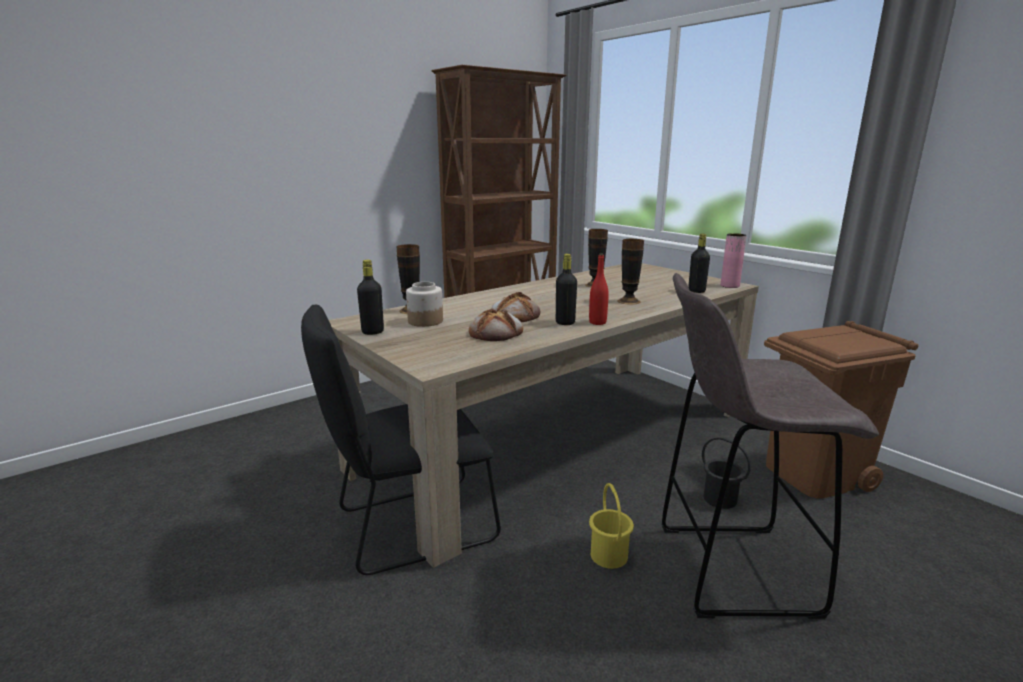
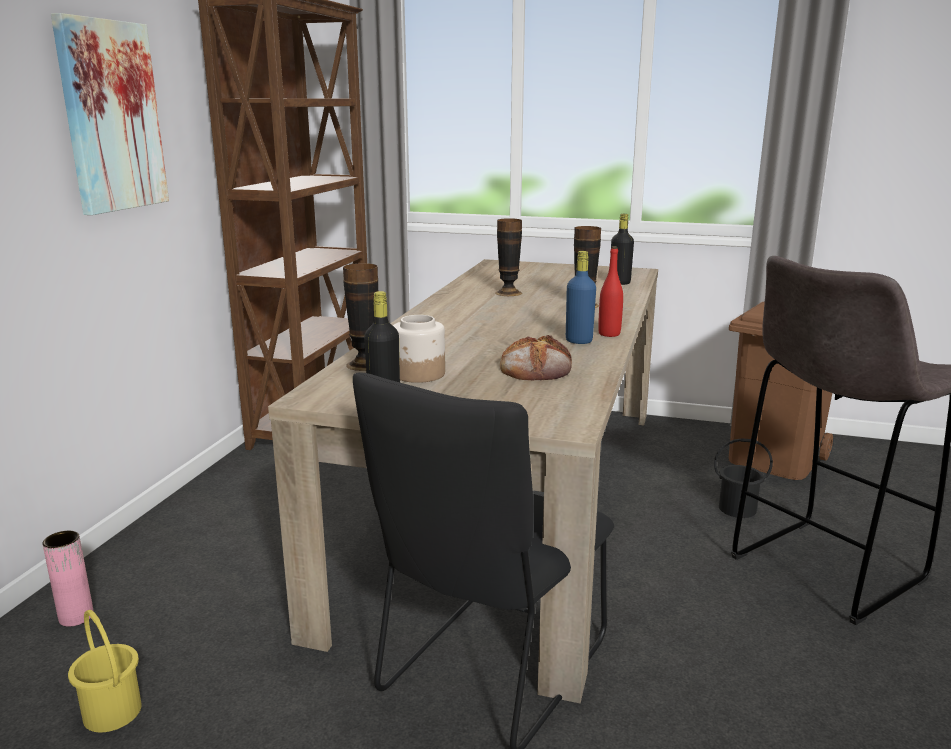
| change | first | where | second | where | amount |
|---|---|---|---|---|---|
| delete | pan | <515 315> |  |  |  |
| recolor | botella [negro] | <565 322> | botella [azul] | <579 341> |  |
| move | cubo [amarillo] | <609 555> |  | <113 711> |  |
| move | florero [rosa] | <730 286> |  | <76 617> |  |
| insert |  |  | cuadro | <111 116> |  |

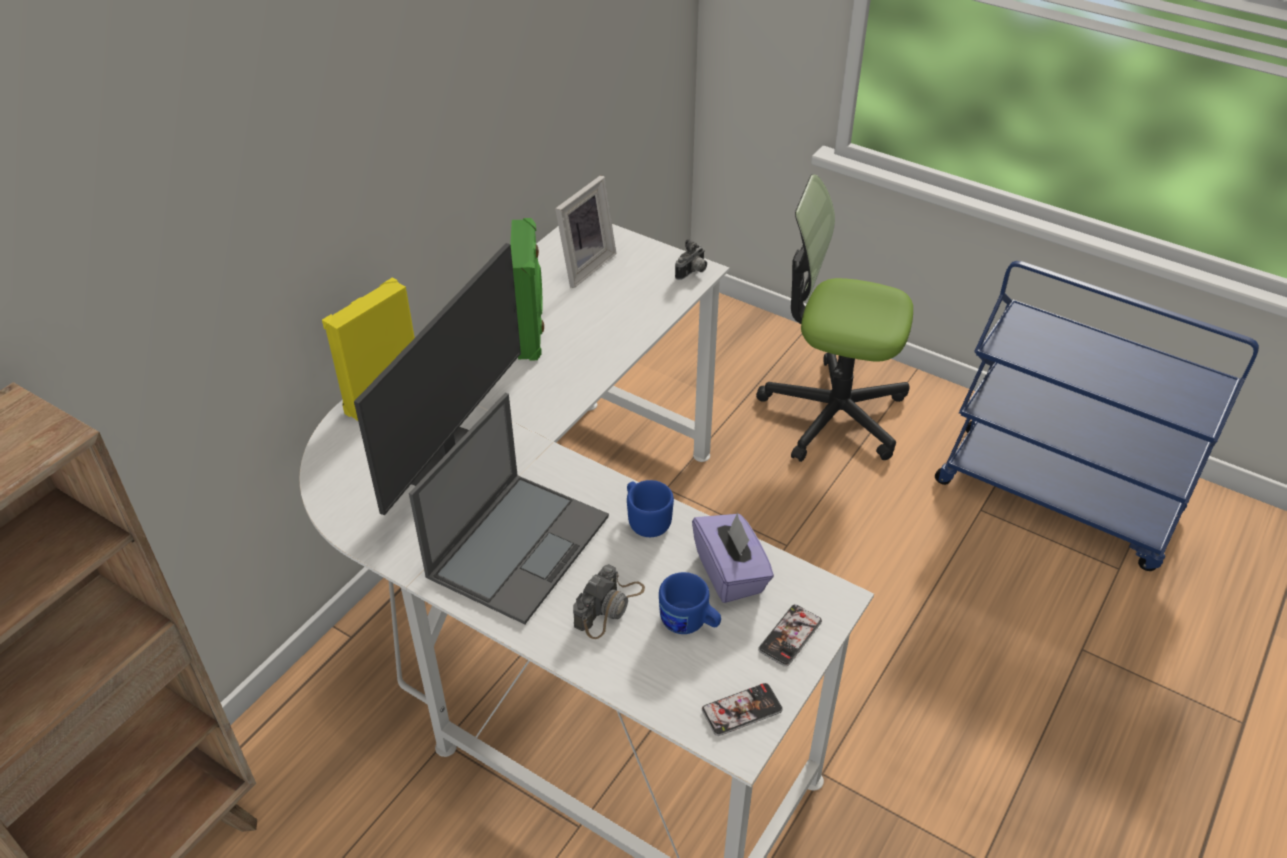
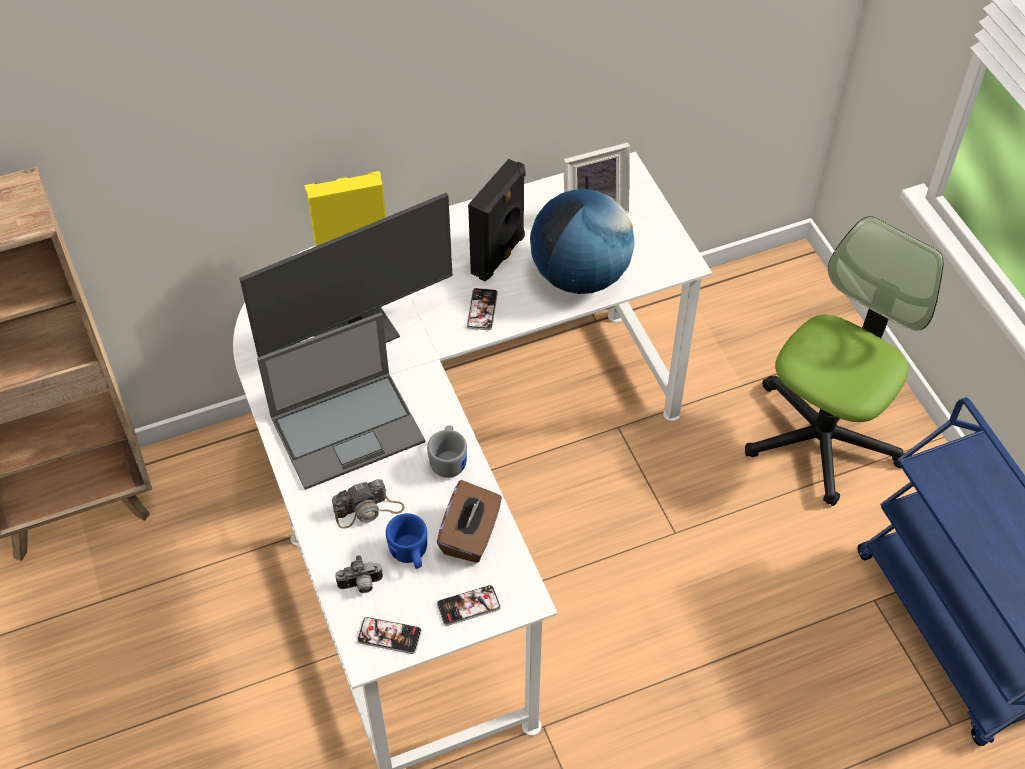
| change | first | where | second | where | amount |
|---|---|---|---|---|---|
| recolor | altavoz [verde] | <531 334> | altavoz [negro] | <499 255> |  |
| recolor | taza grande [azul] | <646 519> | taza grande [gris] | <449 459> |  |
| move | cámara | <692 272> |  | <361 585> |  |
| recolor | caja de pañuelos [morado] | <730 573> | caja de pañuelos [marrón] | <470 535> |  |
| rotate | silla de oficina | <833 413> |  | <822 437> | 75 degrees clockwise |
| insert |  |  | móvil | <482 309> |  |
| insert |  |  | globo terráqueo | <580 275> |  |

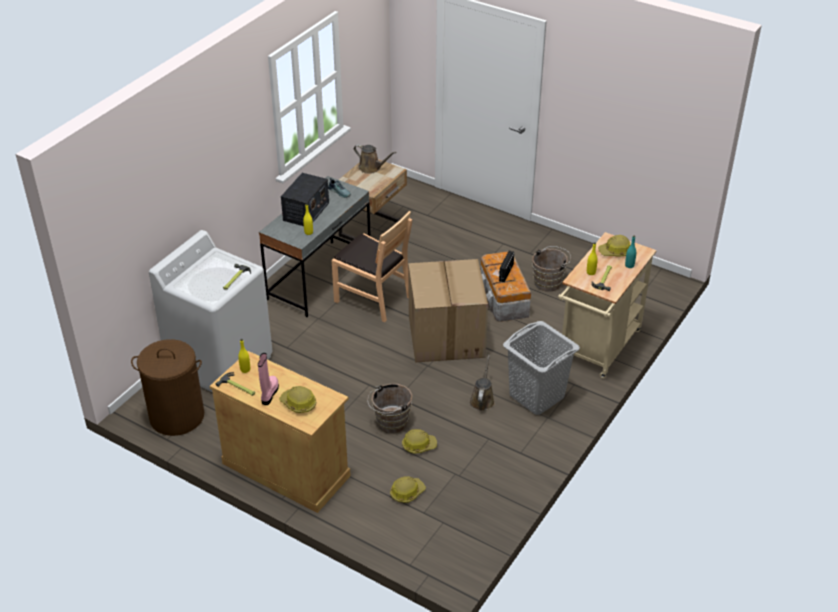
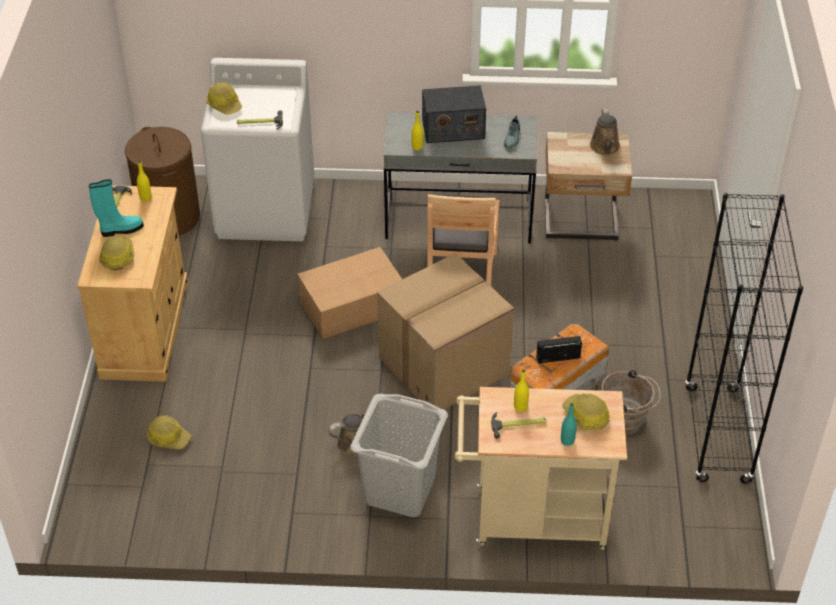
| change | first | where | second | where | amount |
|---|---|---|---|---|---|
| recolor | bota [rosa] | <269 393> | bota [turquesa] | <120 230> |  |
| delete | cubo [marrón] | <390 423> |  |  |  |
| move | casco | <418 445> |  | <224 104> |  |
| insert |  |  | caja de cartón | <354 305> |  |
| insert |  |  | estantería [negro] | <717 435> |  |

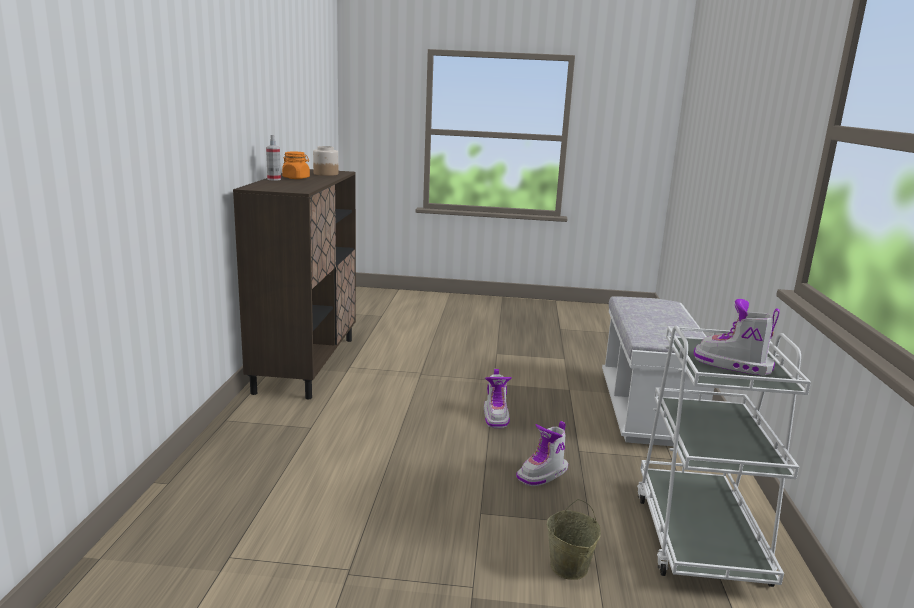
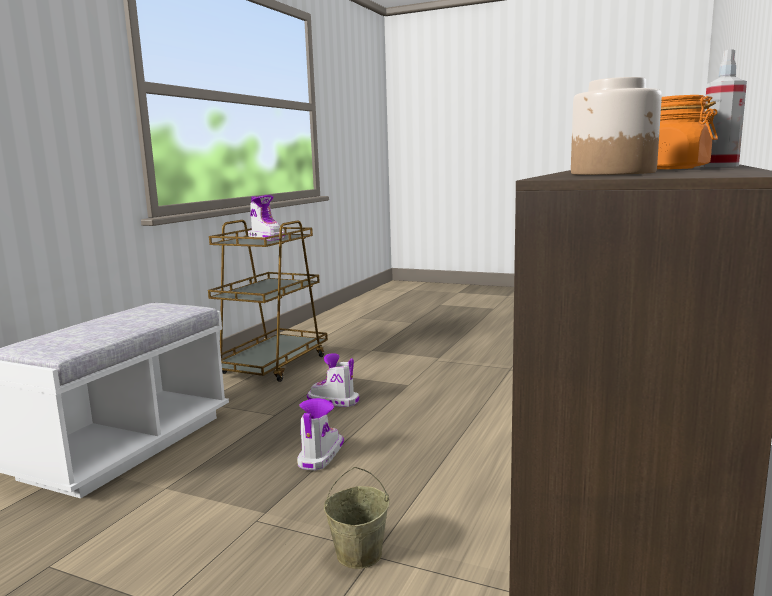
| change | first | where | second | where | amount |
|---|---|---|---|---|---|
| rotate | bota | <543 474> |  | <333 401> | 135 degrees counterclockwise |
| move | cubo [beis] | <569 567> |  | <359 553> |  |
| recolor | carrito [blanco] | <699 537> | carrito [marrón] | <272 365> |  |

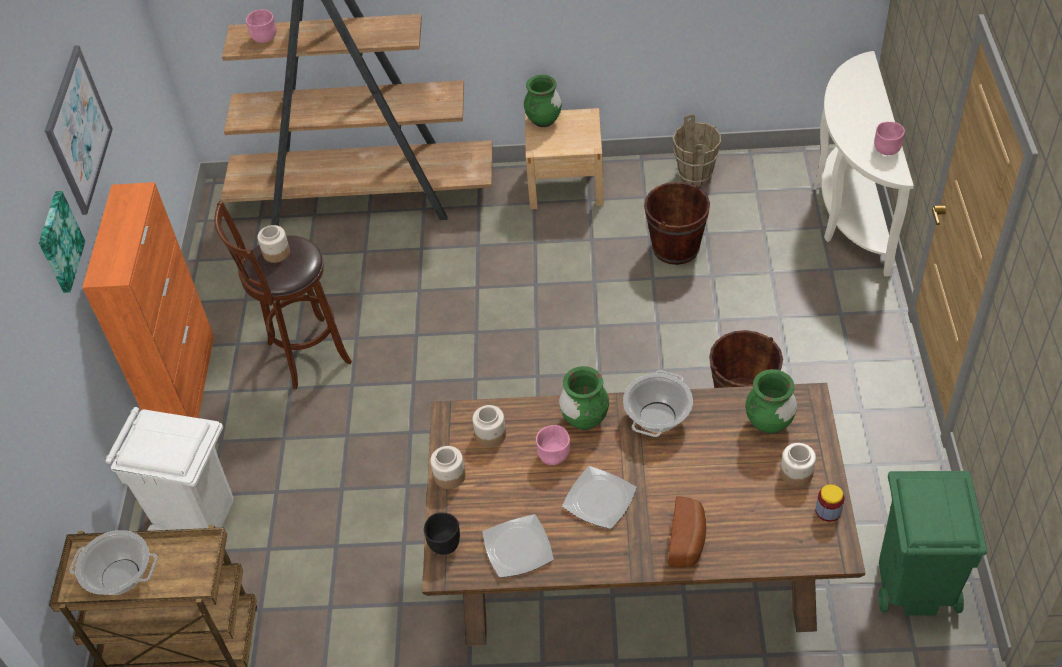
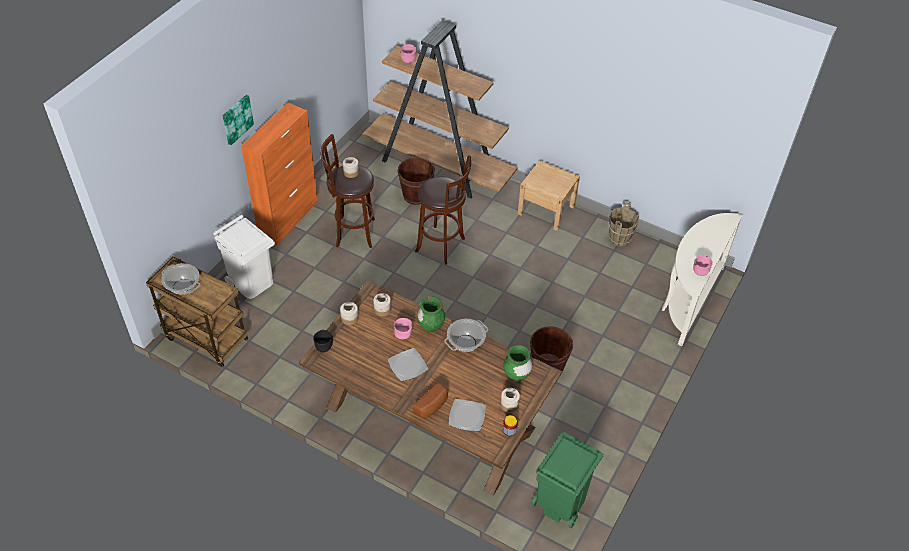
| change | first | where | second | where | amount |
|---|---|---|---|---|---|
| delete | cuadro | <78 130> |  |  |  |
| move | plato | <517 548> |  | <466 416> |  |
| delete | florero [verde] | <544 120> |  |  |  |
| move | cubo [marrón] | <675 248> |  | <416 195> |  |
| insert |  |  | taburete [marrón] | <442 246> |  |

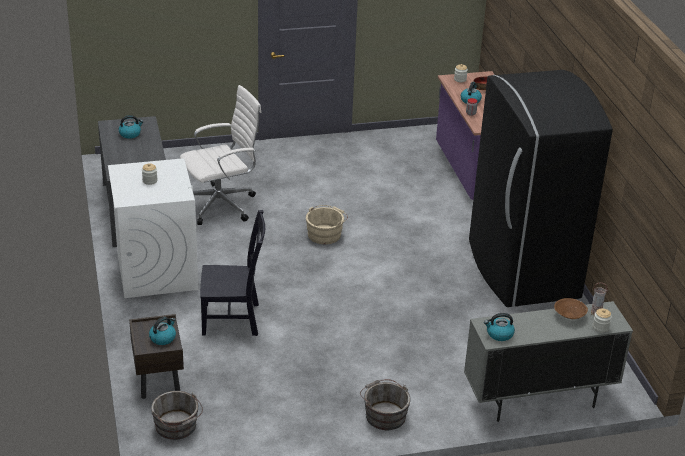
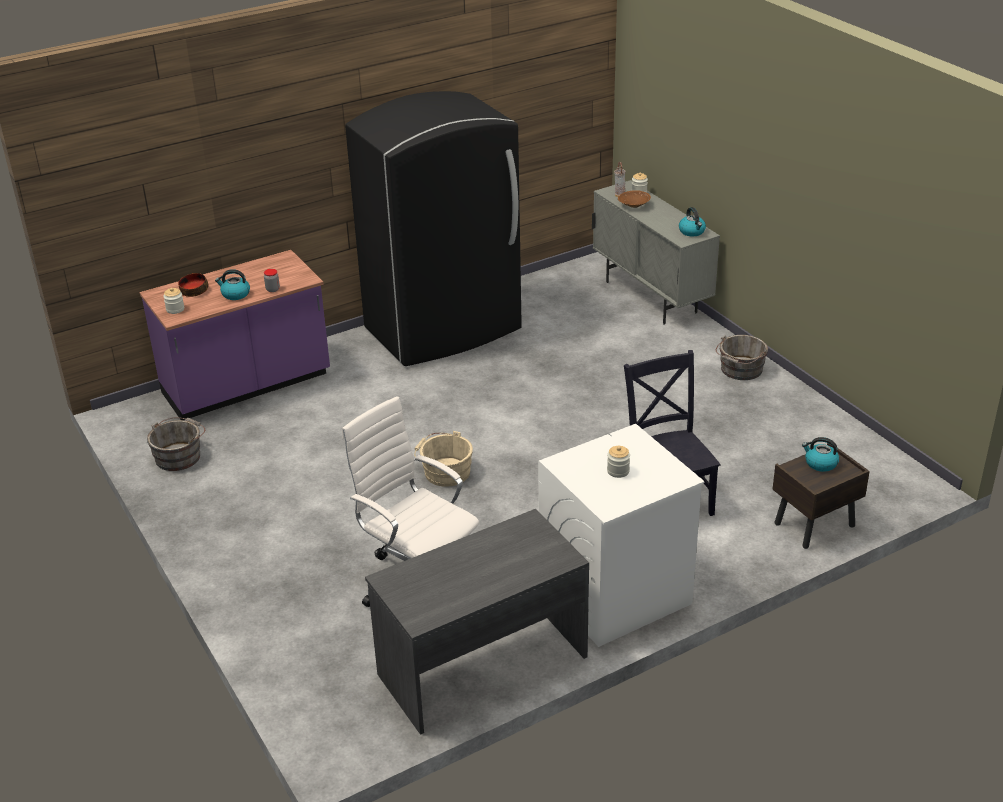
| change | first | where | second | where | amount |
|---|---|---|---|---|---|
| delete | hervidor | <130 134> |  |  |  |
| move | cubo [gris] | <177 427> |  | <180 456> |  |

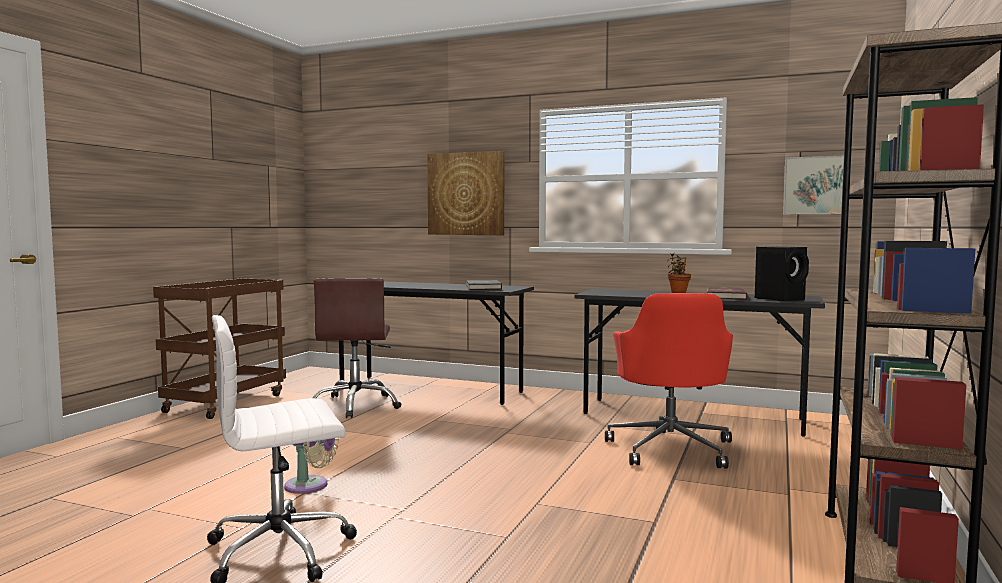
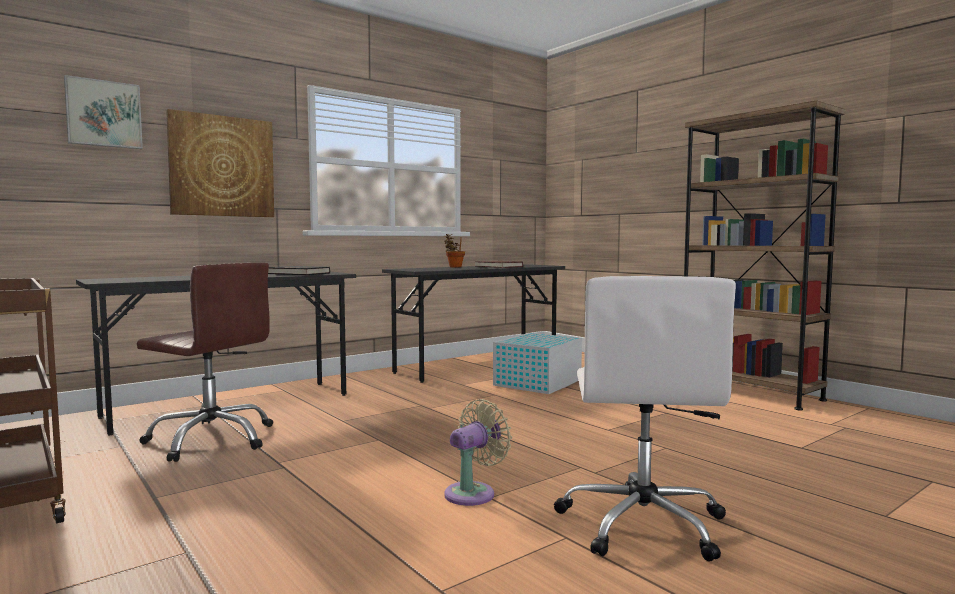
| change | first | where | second | where | amount |
|---|---|---|---|---|---|
| replace | silla de oficina [rojo] | <671 448> | caja de almacenaje [blanco] | <537 383> |  |
| delete | altavoz [negro] | <781 299> |  |  |  |
| move | cuadro | <814 185> |  | <103 114> |  |

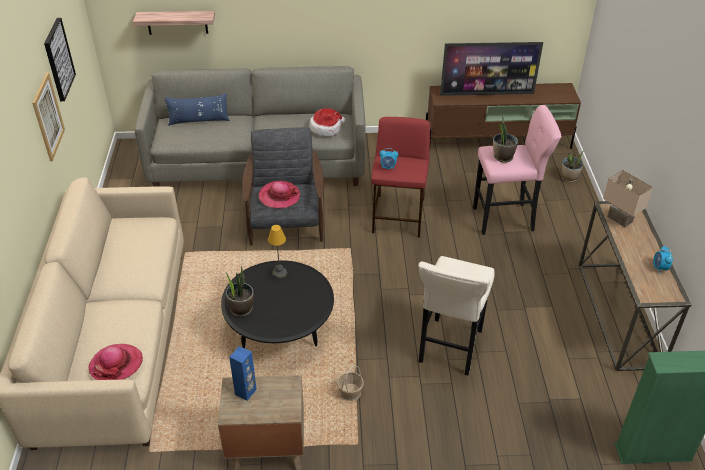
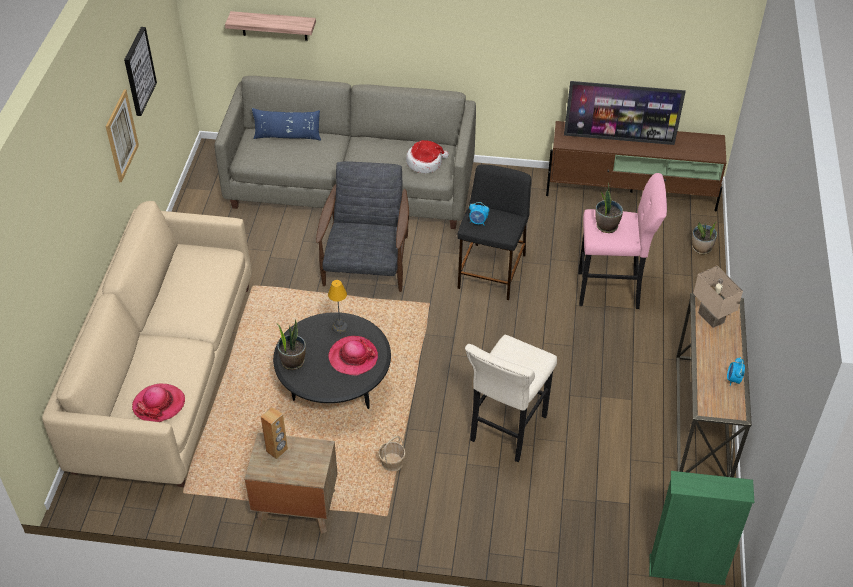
| change | first | where | second | where | amount |
|---|---|---|---|---|---|
| recolor | altavoz [azul] | <246 392> | altavoz [marrón] | <277 450> |  |
| move | sombrero | <279 196> |  | <353 357> |  |
| recolor | taburete [rojo] | <398 216> | taburete [negro] | <492 272> |  |

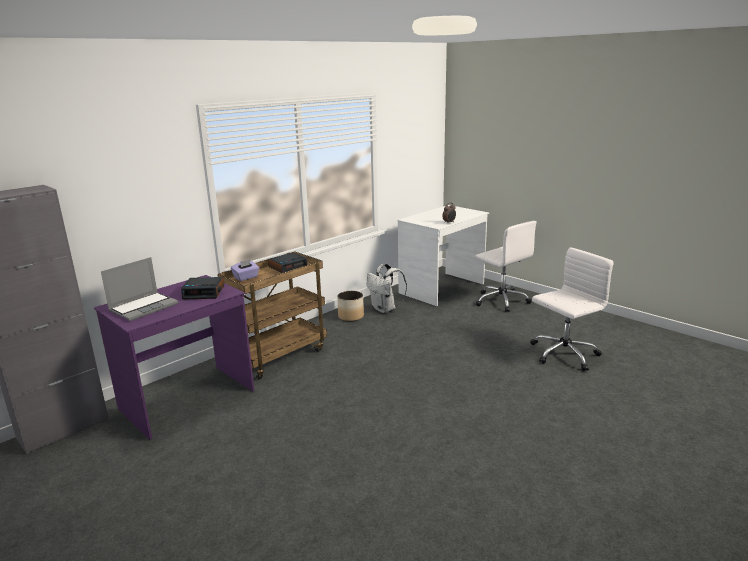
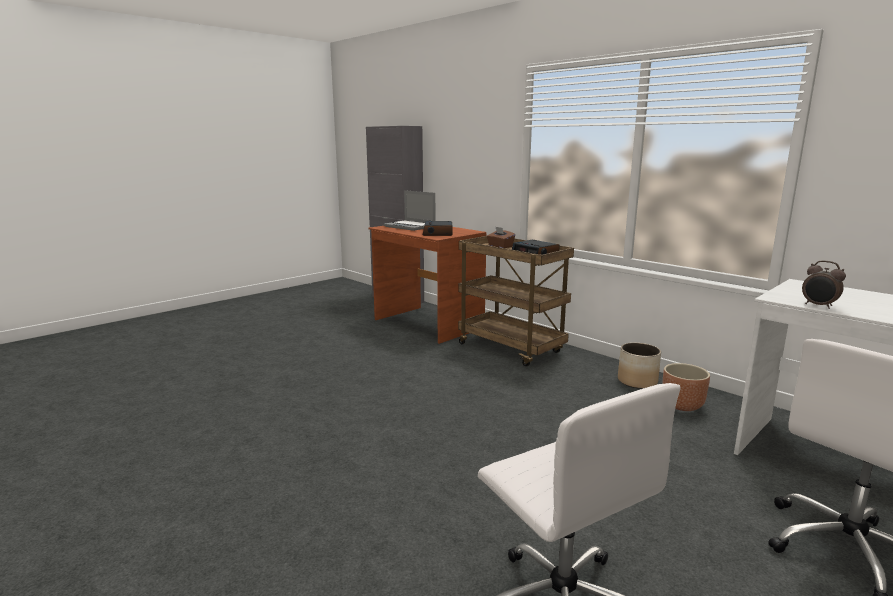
| change | first | where | second | where | amount |
|---|---|---|---|---|---|
| recolor | escritorio [morado] | <188 400> | escritorio [marrón] | <427 324> |  |
| recolor | caja de pañuelos [morado] | <246 277> | caja de pañuelos [marrón] | <500 246> |  |
| replace | mochila [blanco] | <385 309> | maceta [marrón] | <682 405> |  |

